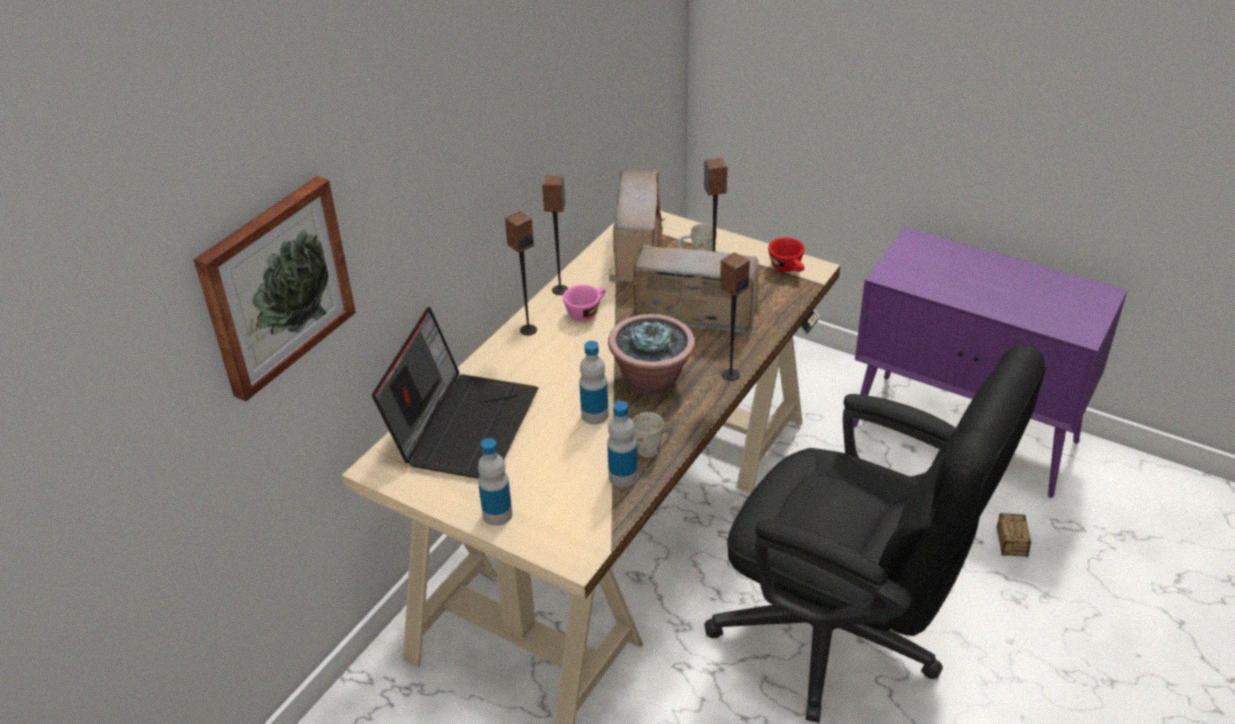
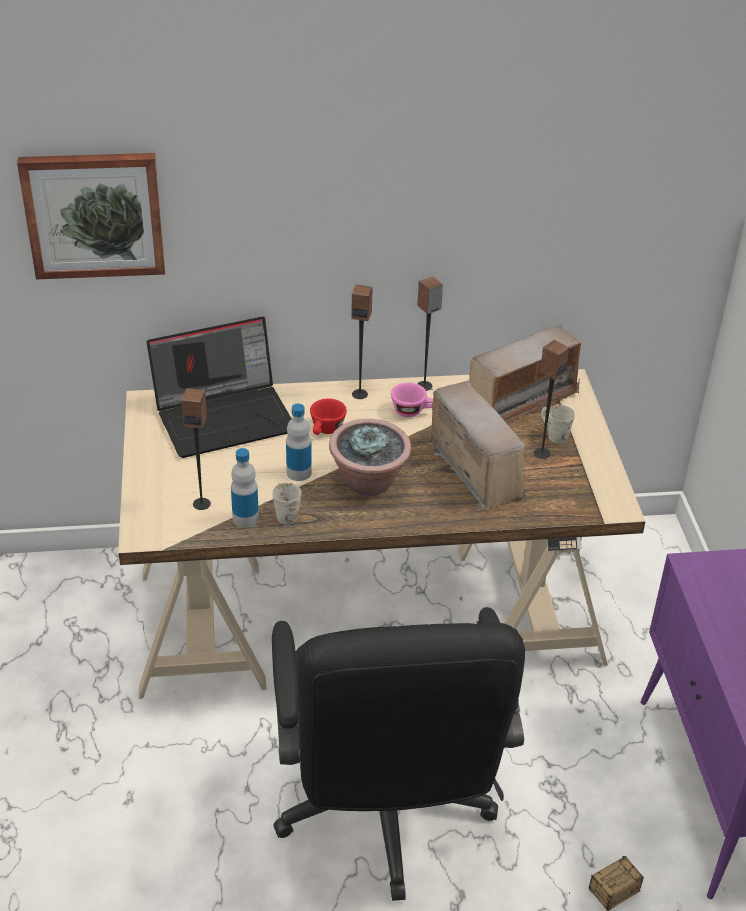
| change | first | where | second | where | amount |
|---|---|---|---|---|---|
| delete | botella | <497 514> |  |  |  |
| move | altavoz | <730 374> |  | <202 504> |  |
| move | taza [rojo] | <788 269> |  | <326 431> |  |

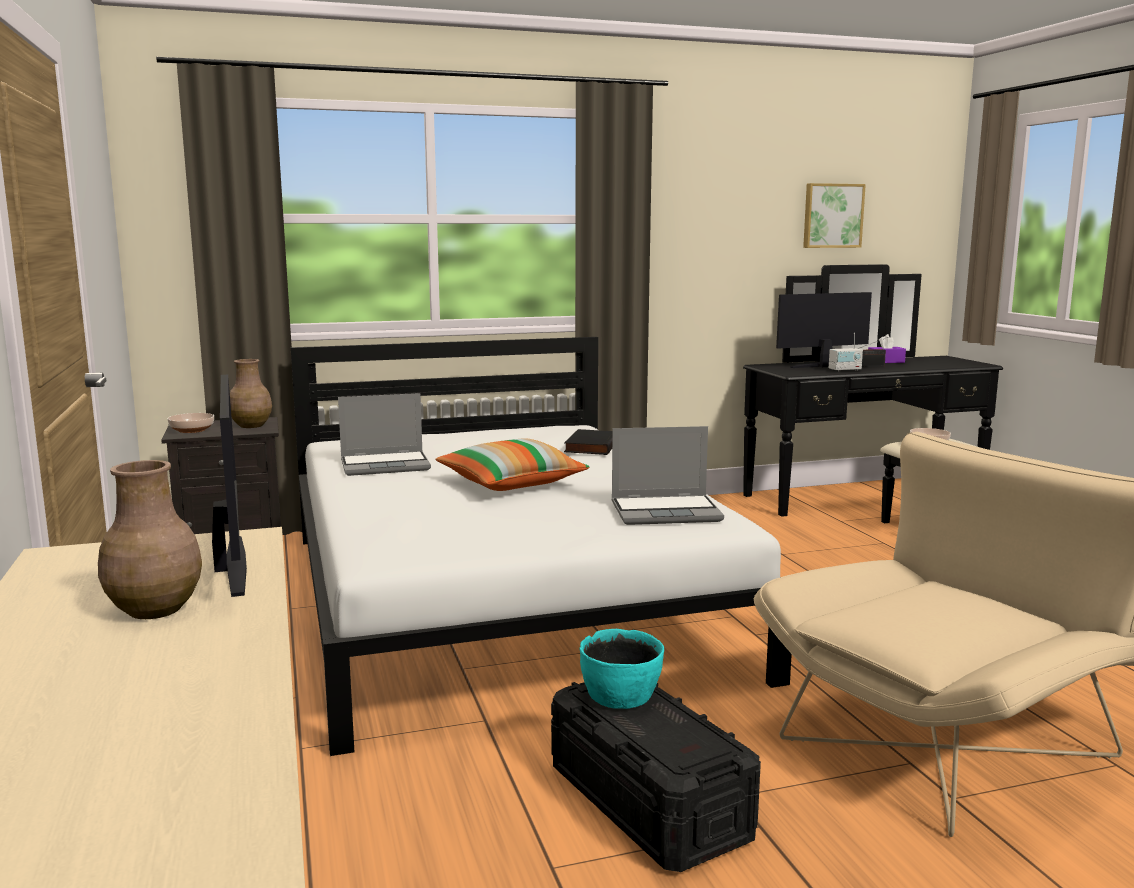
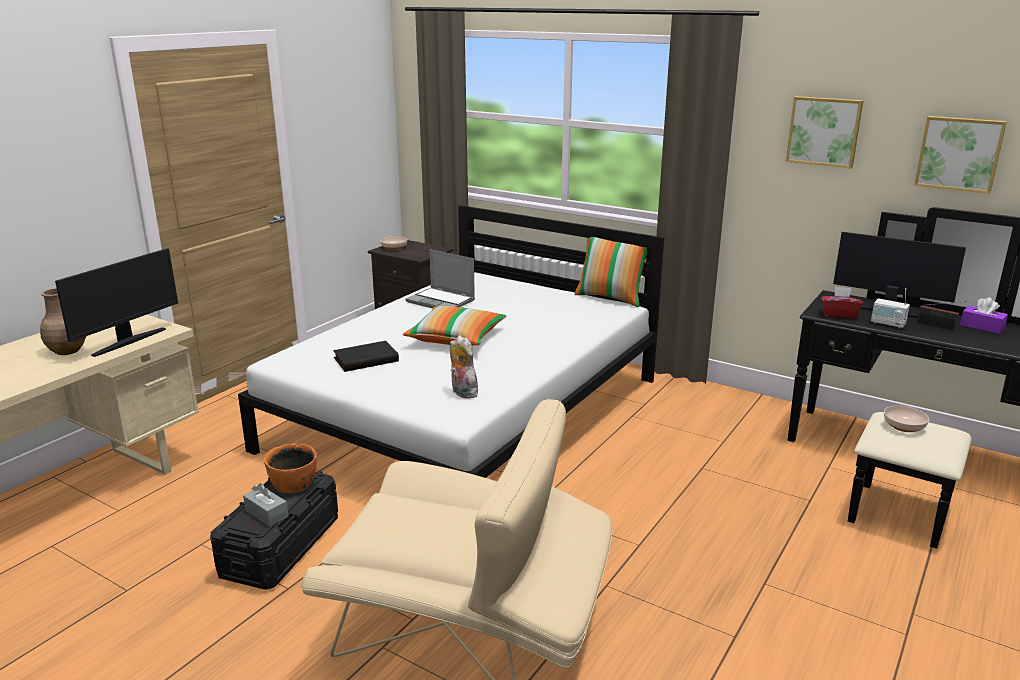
| change | first | where | second | where | amount |
|---|---|---|---|---|---|
| delete | florero [marrón] | <252 426> |  |  |  |
| move | libro [negro] | <590 446> |  | <366 359> |  |
| recolor | cuenco [turquesa] | <621 694> | cuenco [naranja] | <293 483> |  |
| replace | portátil | <667 512> | peluche | <462 393> |  |
| insert |  |  | caja de pañuelos [gris] | <266 513> |  |
| insert |  |  | cojín | <611 298> |  |
| insert |  |  | cuadro | <824 131> |  |
| insert |  |  | caja de pañuelos [rojo] | <839 315> |  |

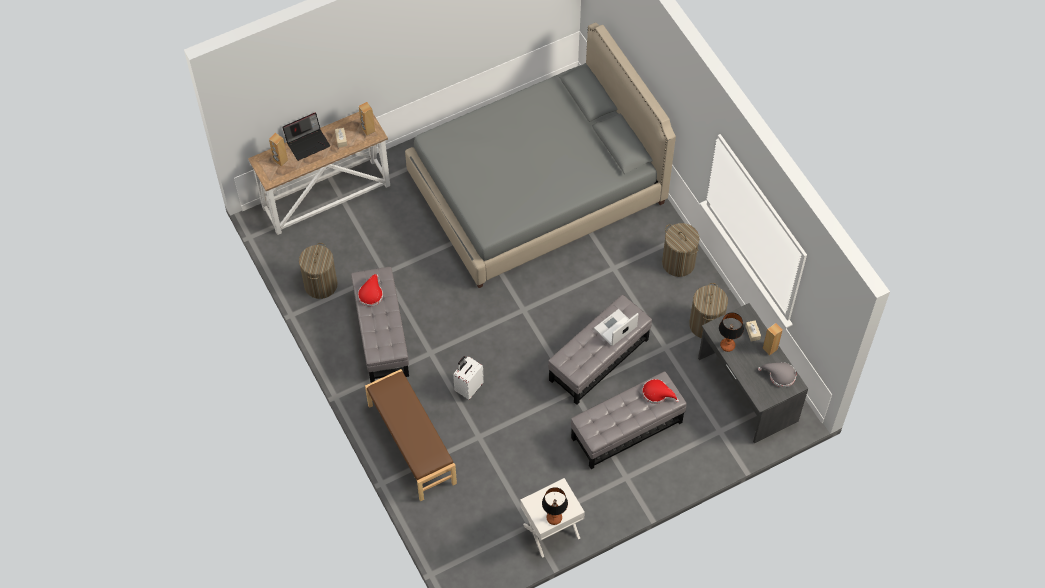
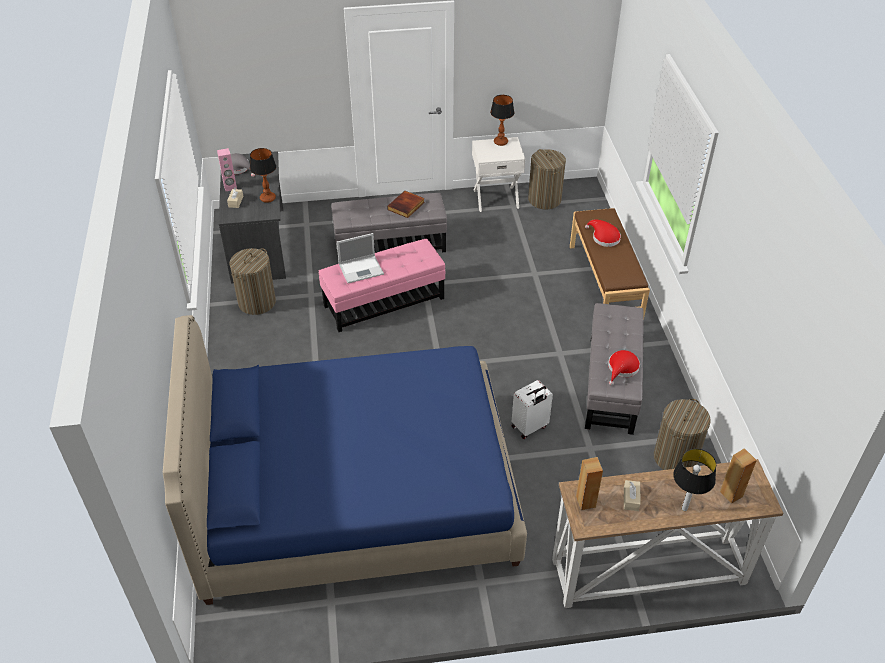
| change | first | where | second | where | amount |
|---|---|---|---|---|---|
| replace | portátil | <308 143> | lámpara de mesa | <684 509> |  |
| recolor | cama [gris] | <536 189> | cama [azul] | <356 493> |  |
| move | maleta [blanco] | <468 387> |  | <530 427> |  |
| recolor | puf [gris] | <599 360> | puf [rosa] | <383 301> |  |
| move | sombrero [rojo] | <657 393> |  | <604 237> |  |
| move | cesto de la ropa | <678 263> |  | <544 199> |  |
| recolor | altavoz [marrón] | <769 348> | altavoz [rosa] | <230 187> |  |
| insert |  |  | libro | <406 206> |  |

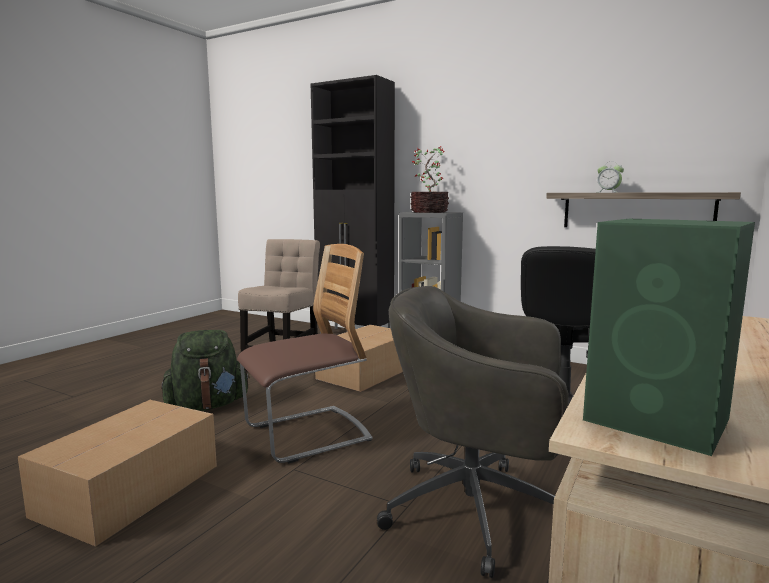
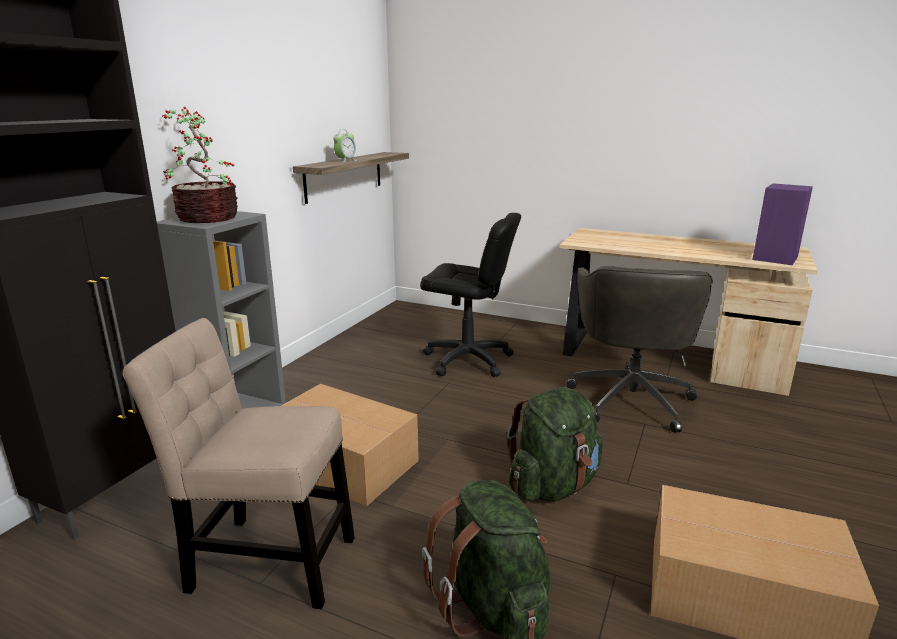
| change | first | where | second | where | amount |
|---|---|---|---|---|---|
| replace | silla | <307 435> | mochila [verde] | <553 486> |  |
| recolor | altavoz [verde] | <660 420> | altavoz [morado] | <775 258> |  |

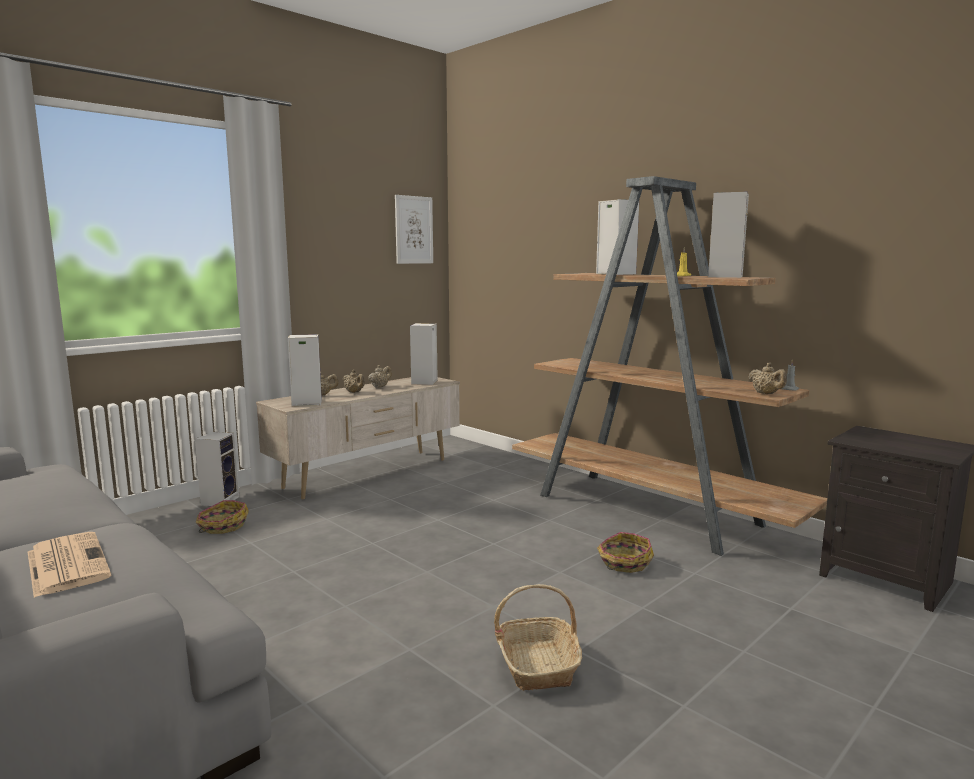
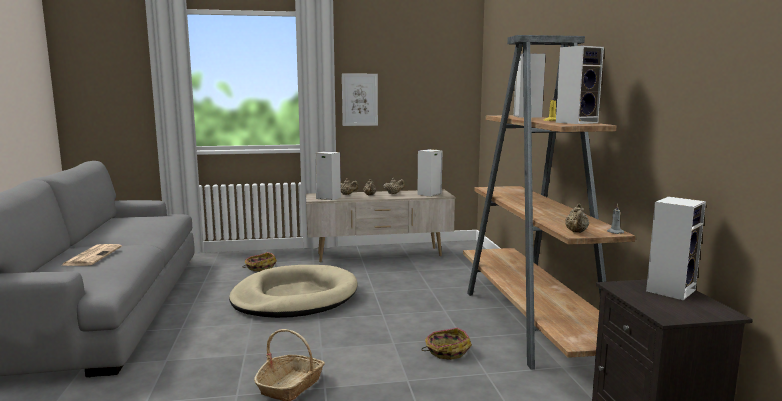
| change | first | where | second | where | amount |
|---|---|---|---|---|---|
| move | altavoz | <220 500> |  | <670 290> |  |
| move | cuadro | <414 230> |  | <359 99> |  |
| insert |  |  | cama para perro [beis] | <295 297> |  |

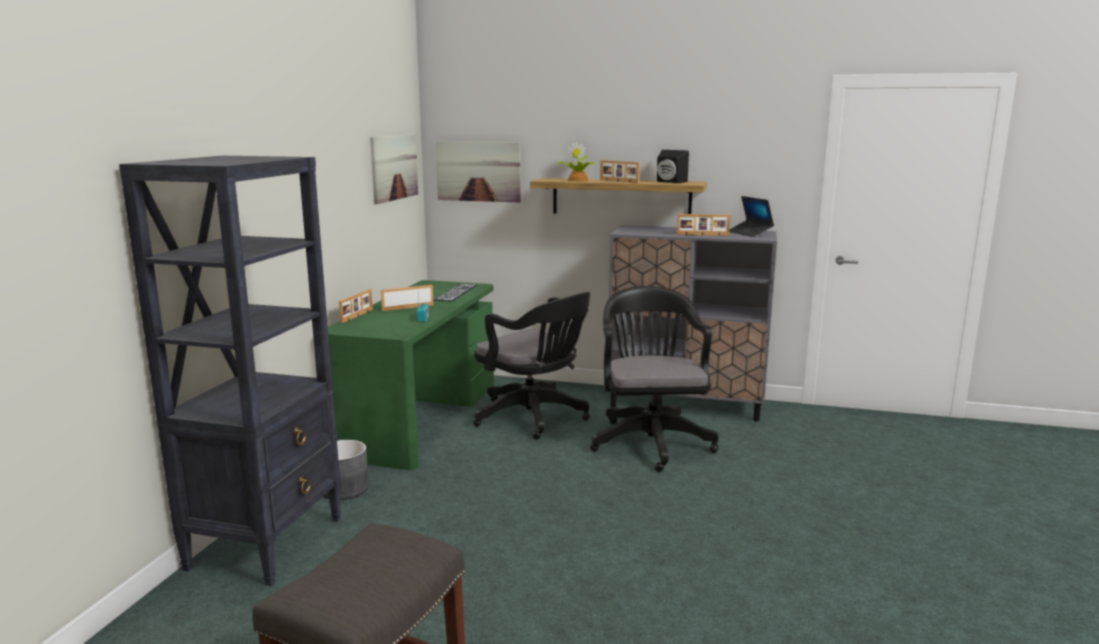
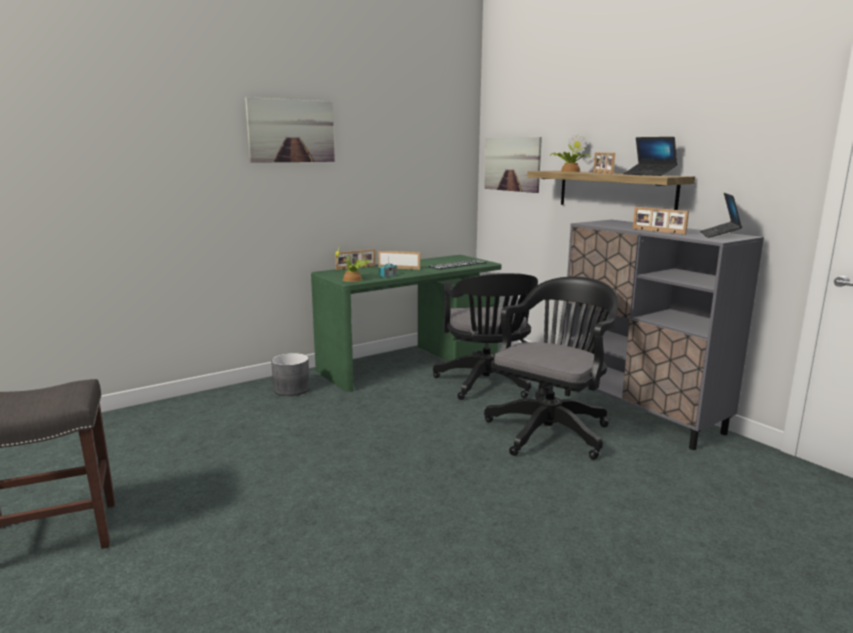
| change | first | where | second | where | amount |
|---|---|---|---|---|---|
| delete | estantería [negro] | <267 542> |  |  |  |
| move | cuadro | <394 167> |  | <291 131> |  |
| replace | altavoz [negro] | <669 182> | portátil | <649 174> |  |
| insert |  |  | planta en maceta | <353 279> |  |

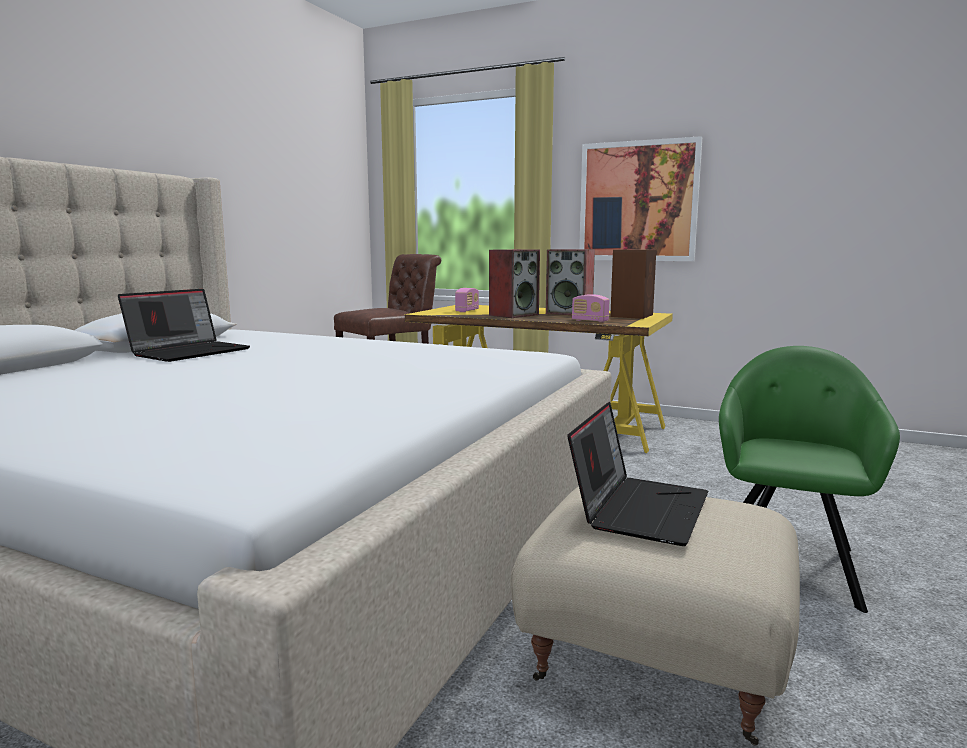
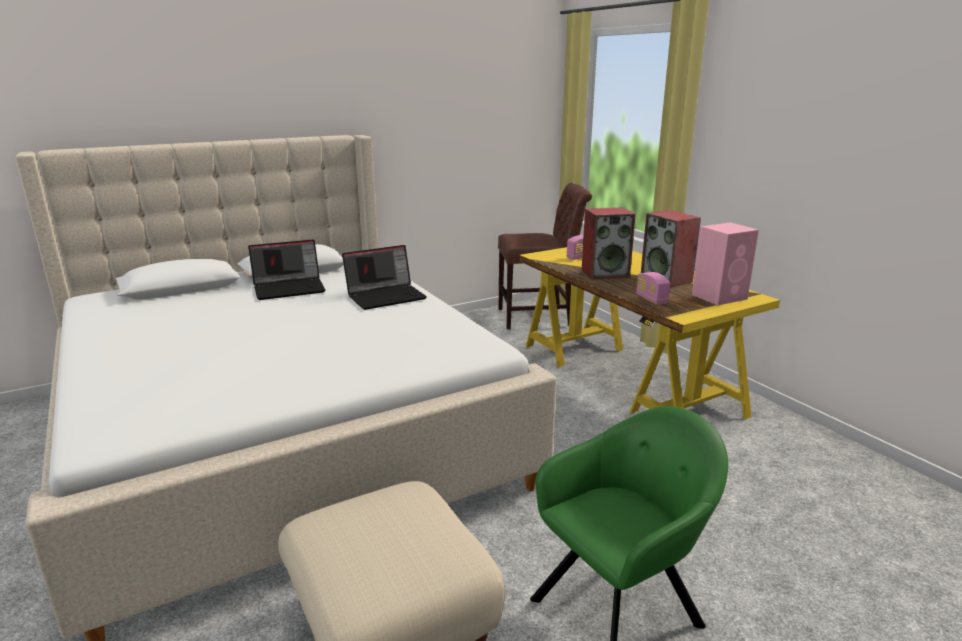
| change | first | where | second | where | amount |
|---|---|---|---|---|---|
| move | portátil | <639 508> |  | <386 296> |  |
| delete | cuadro | <638 201> |  |  |  |
| recolor | altavoz [marrón] | <632 315> | altavoz [rosa] | <720 296> |  |

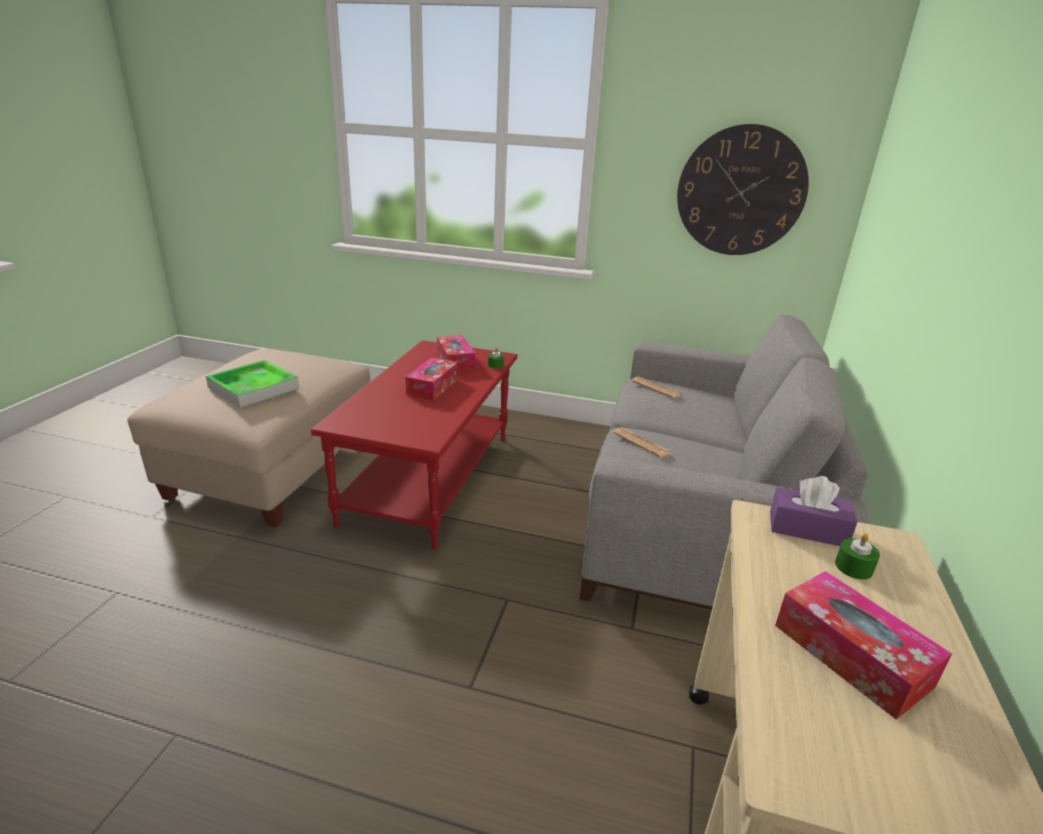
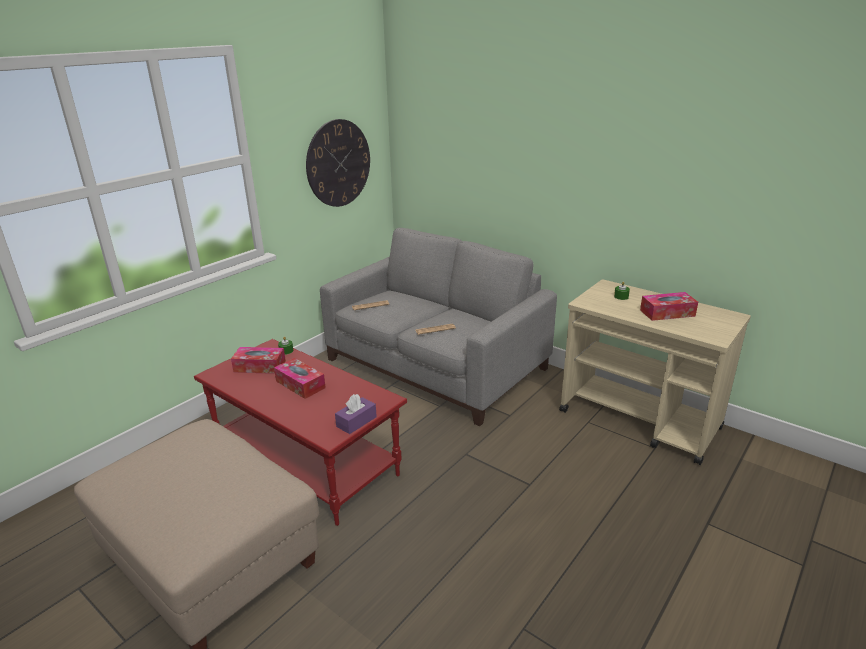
| change | first | where | second | where | amount |
|---|---|---|---|---|---|
| delete | bandeja | <253 388> |  |  |  |
| move | caja de pañuelos [morado] | <807 529> |  | <356 422> |  |

